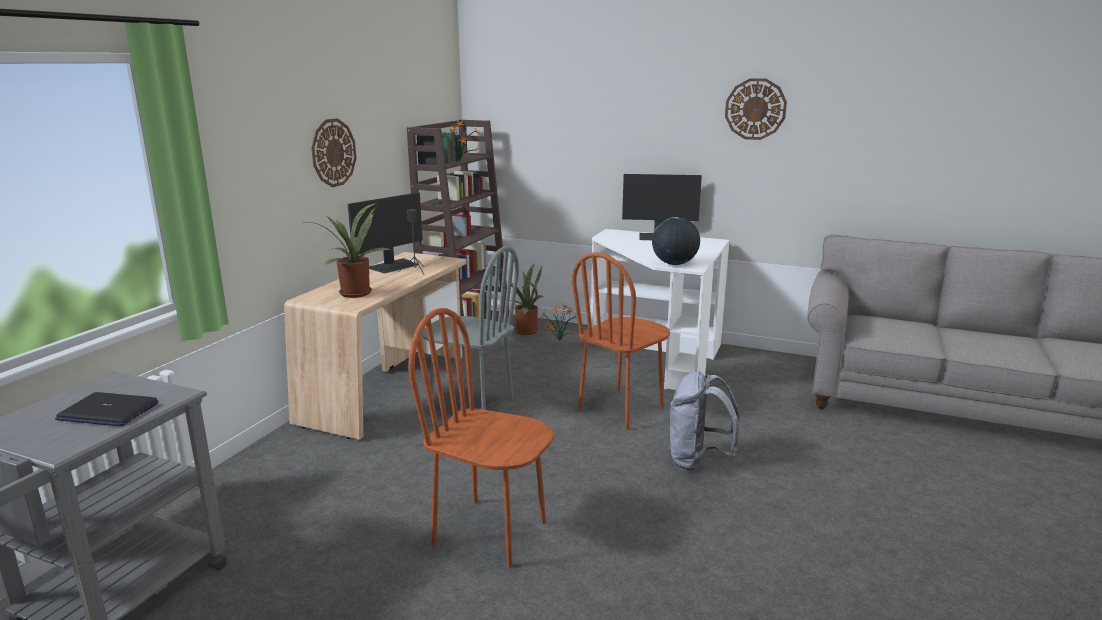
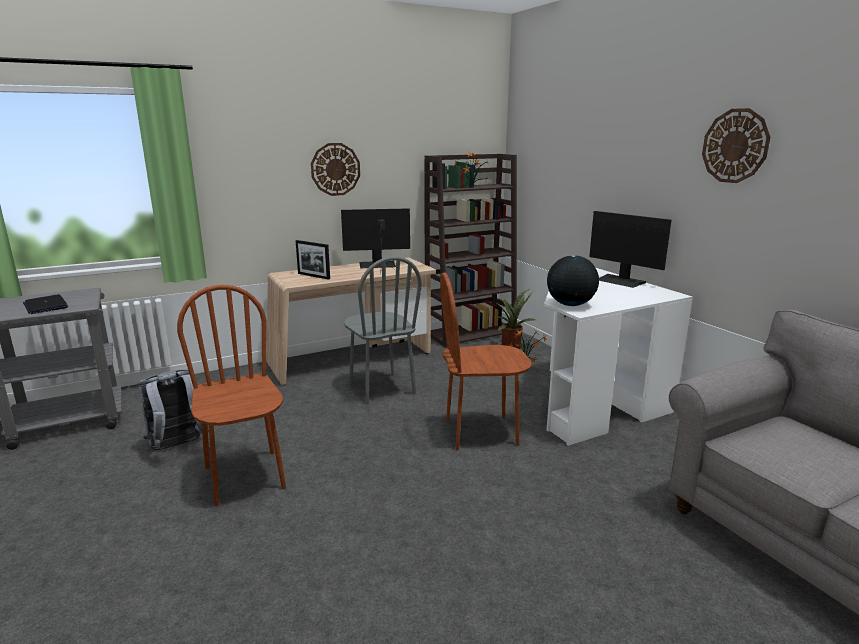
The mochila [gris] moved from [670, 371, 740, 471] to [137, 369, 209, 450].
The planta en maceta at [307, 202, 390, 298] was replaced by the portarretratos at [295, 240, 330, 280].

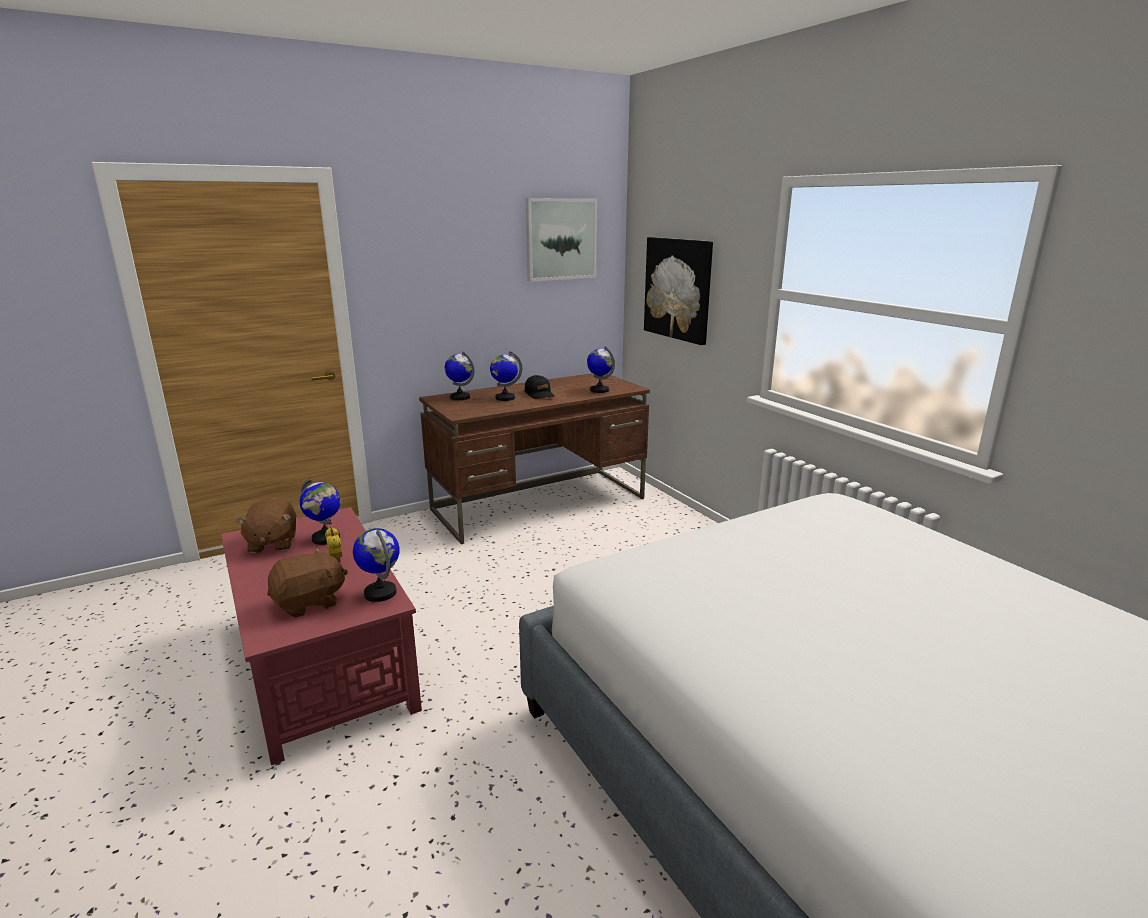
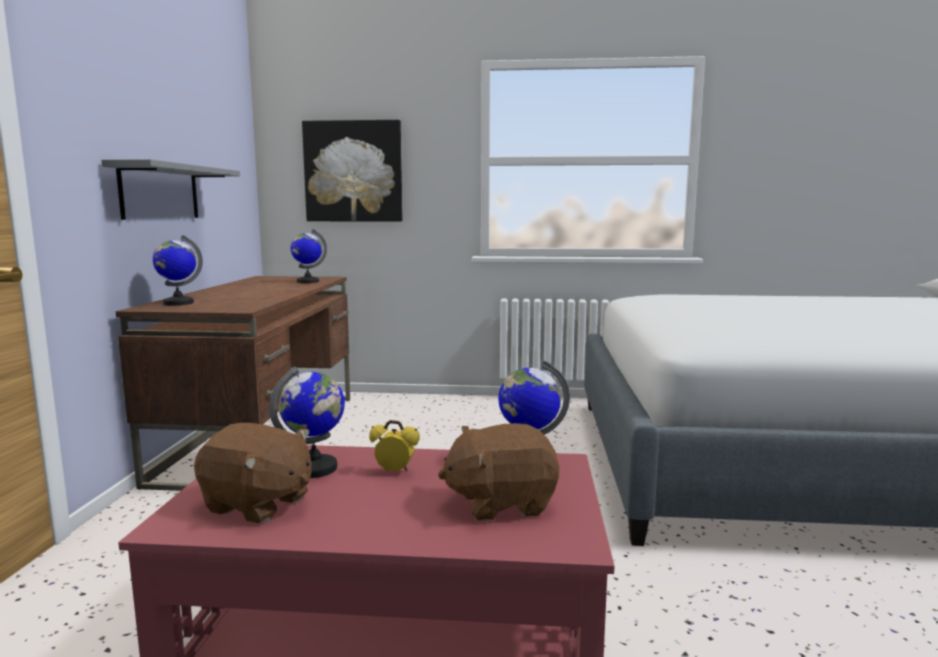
The estante [gris] at [101, 159, 240, 220] appeared.
The peluche [marrón] at [267, 548, 348, 617] turned 105 degrees counterclockwise.
The globo terráqueo at [490, 351, 522, 401] disappeared.
The gorra [negro] at [524, 375, 554, 399] disappeared.
The cuadro at [526, 198, 597, 282] disappeared.

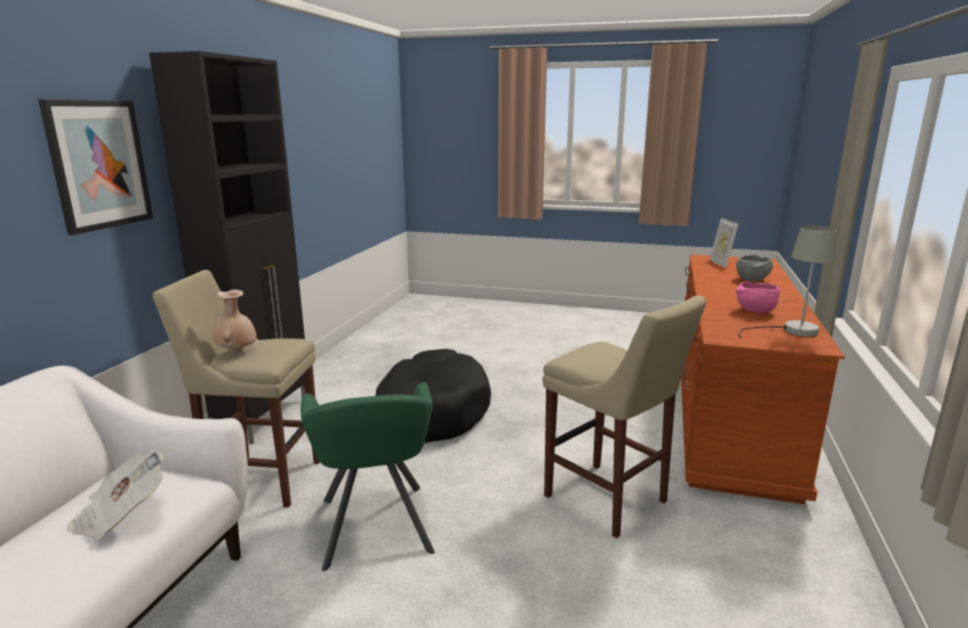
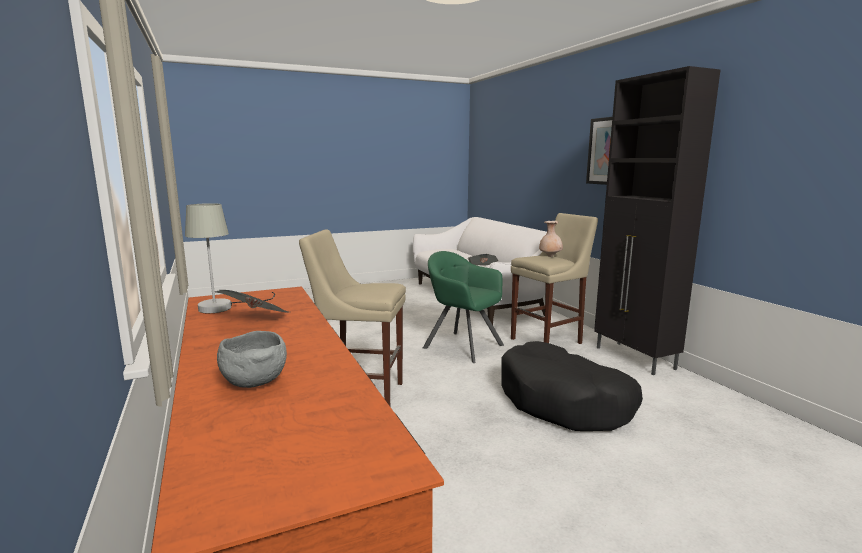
The cuenco [rosa] at [735, 281, 781, 313] was replaced by the periódico at [214, 290, 288, 313].
The portarretratos at [709, 218, 739, 268] disappeared.

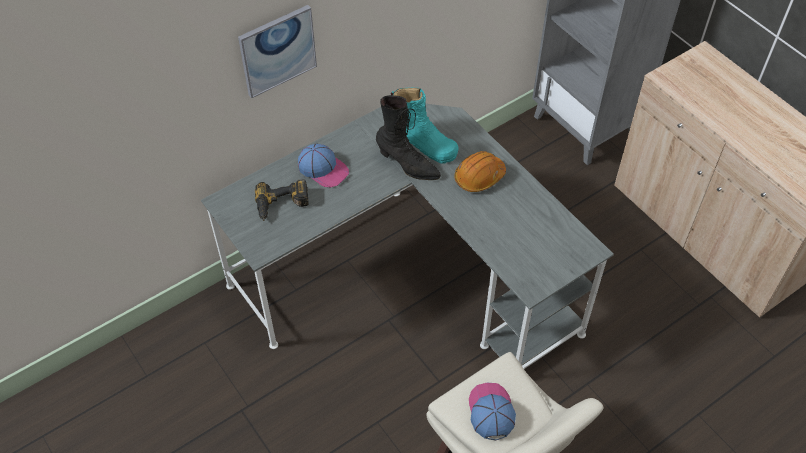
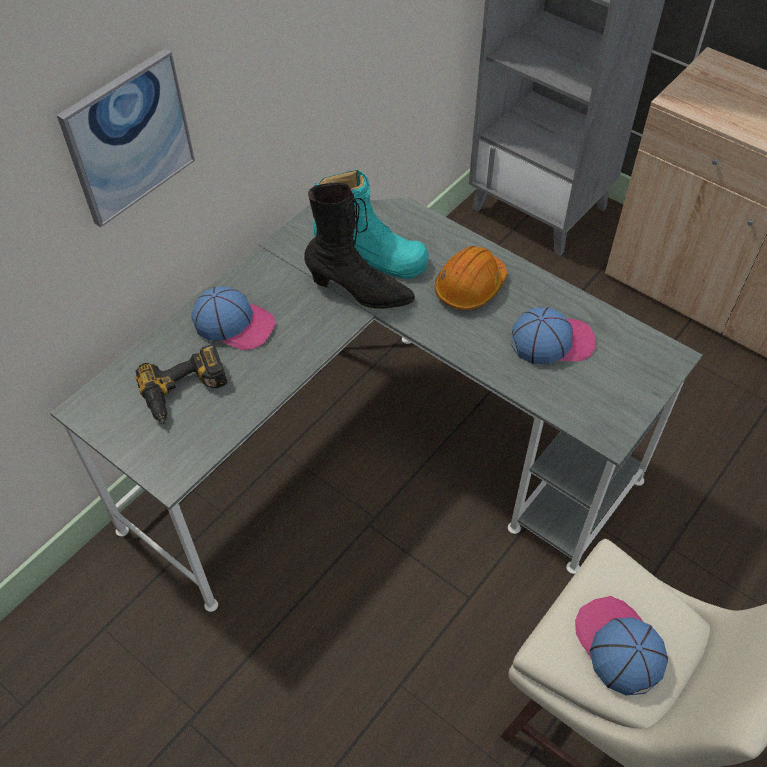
The gorra at [511, 307, 596, 364] appeared.

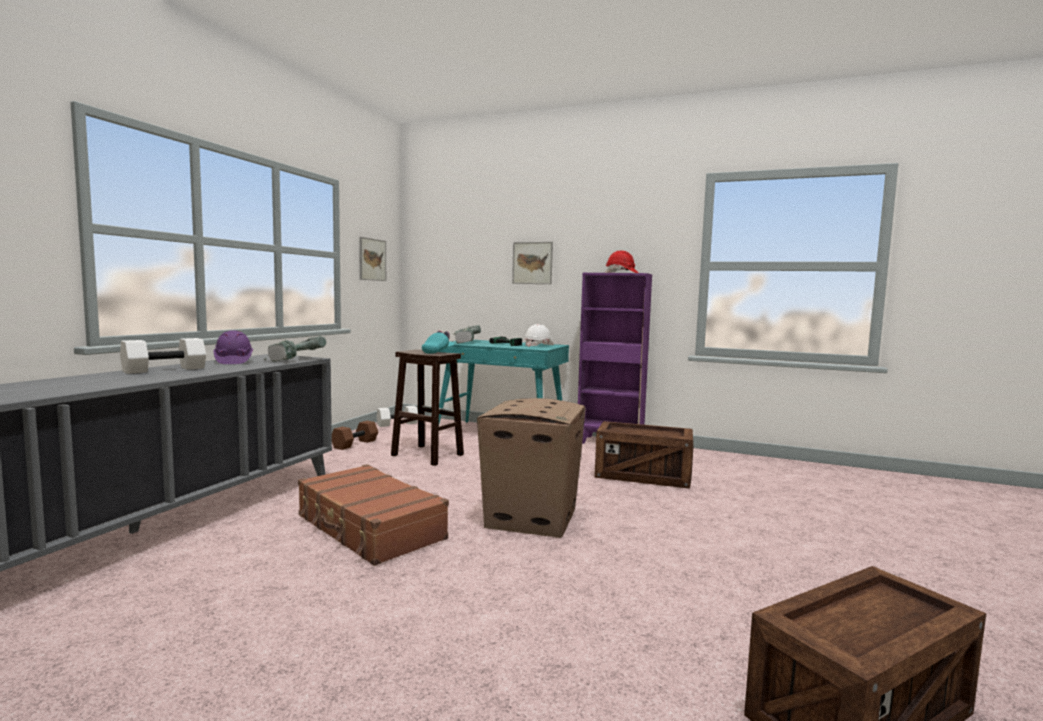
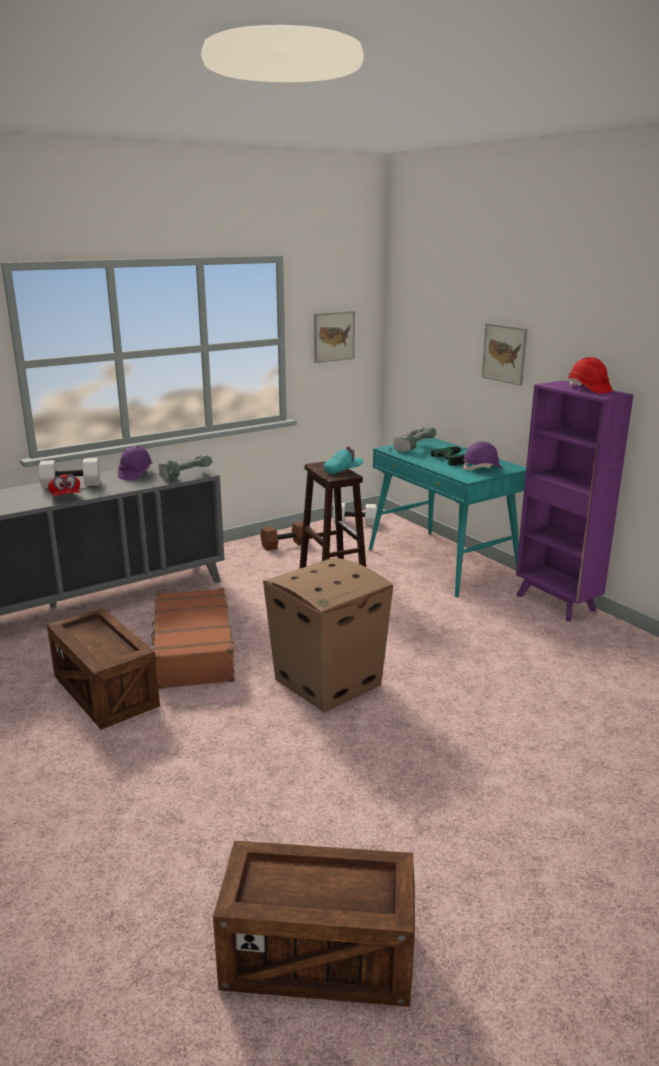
The caja de embalaje moved from [595, 421, 693, 489] to [47, 608, 160, 730].
The gorra [rojo] at [48, 474, 81, 496] appeared.
The casco [blanco] at [524, 324, 554, 347] became the casco [morado] at [463, 441, 503, 470].

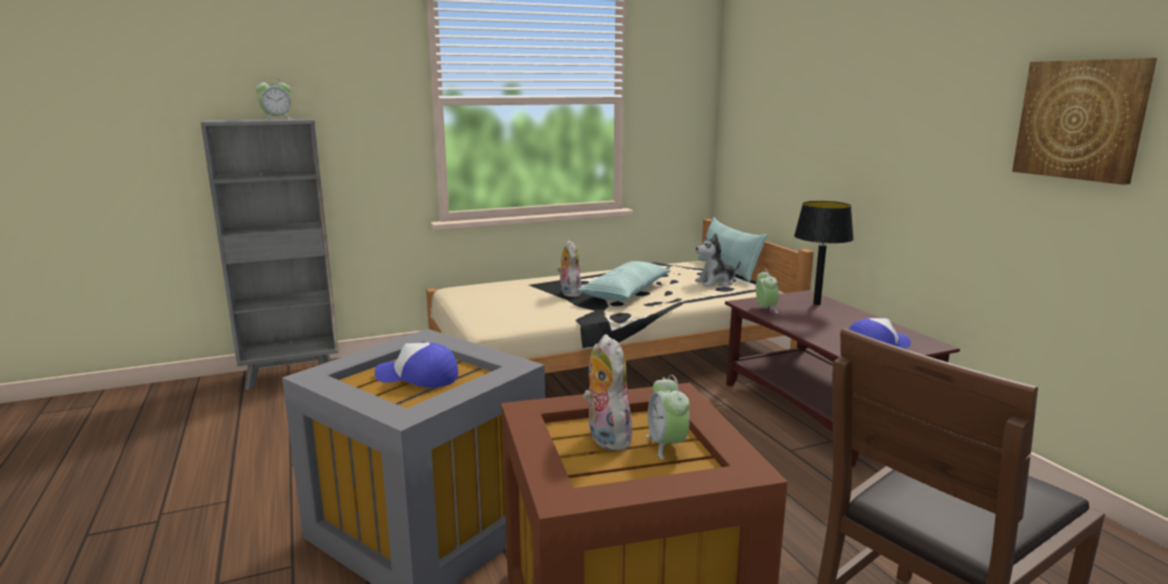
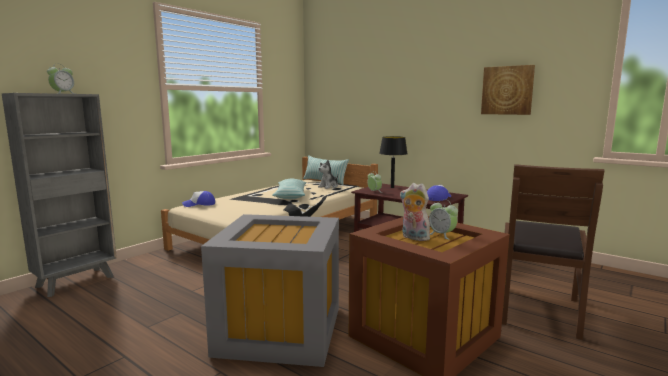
The gorra moved from [375, 342, 458, 388] to [182, 191, 215, 207].
The peluche at [557, 240, 582, 297] disappeared.

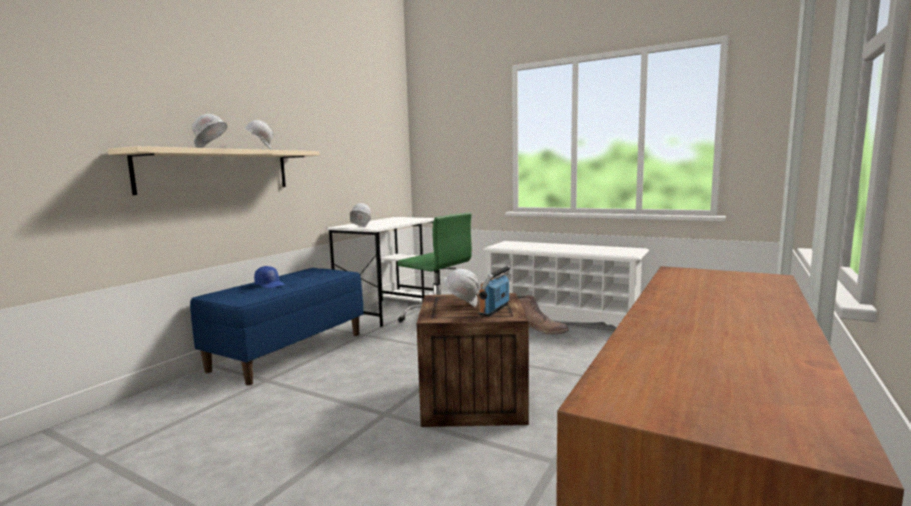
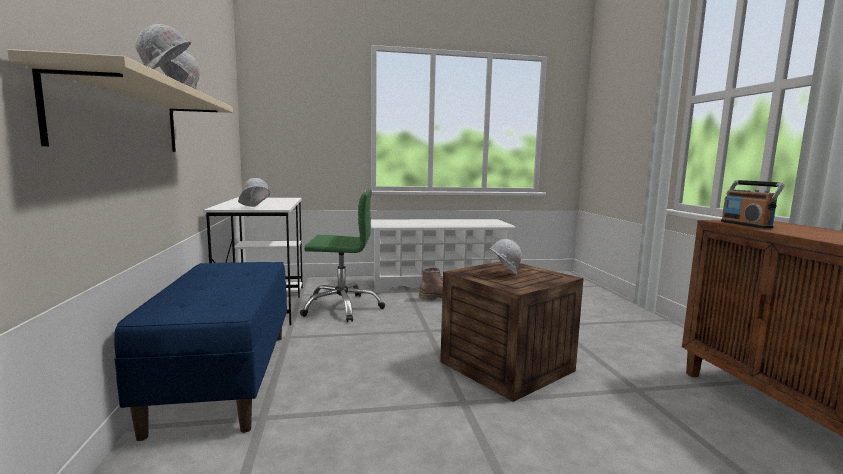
The radio moved from [479, 266, 511, 316] to [721, 180, 785, 229].
The gorra [azul] at [254, 266, 285, 289] disappeared.

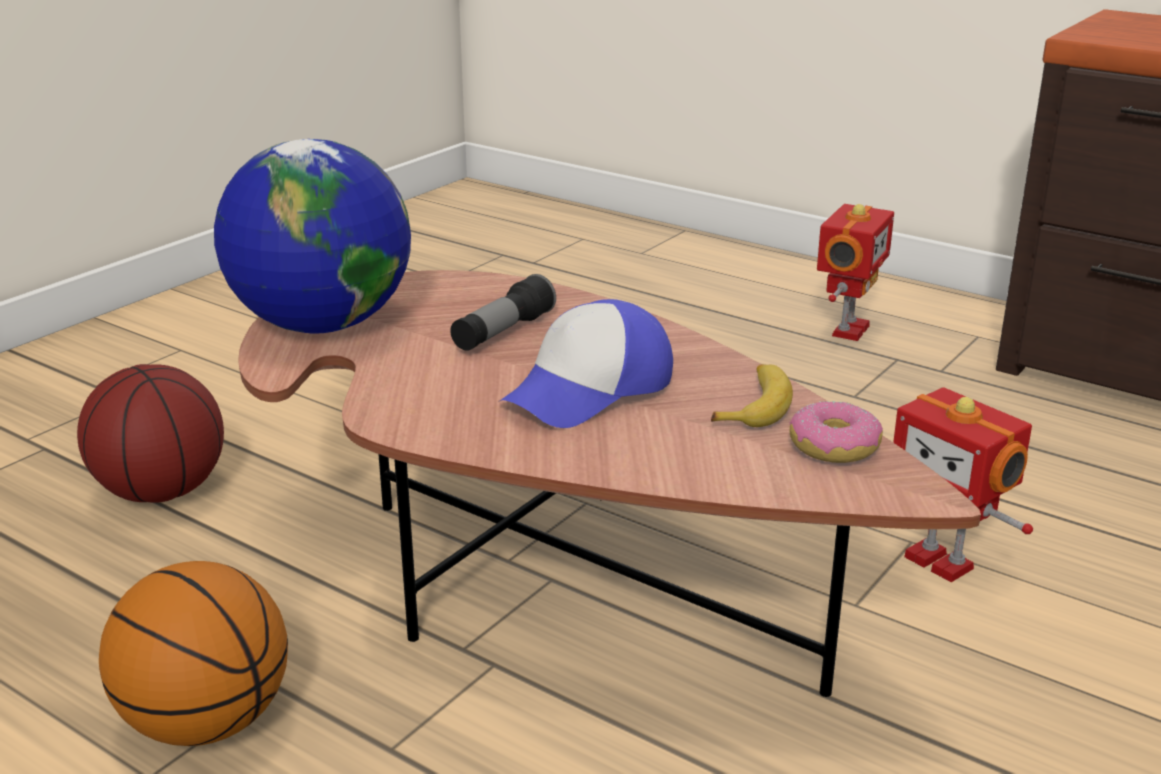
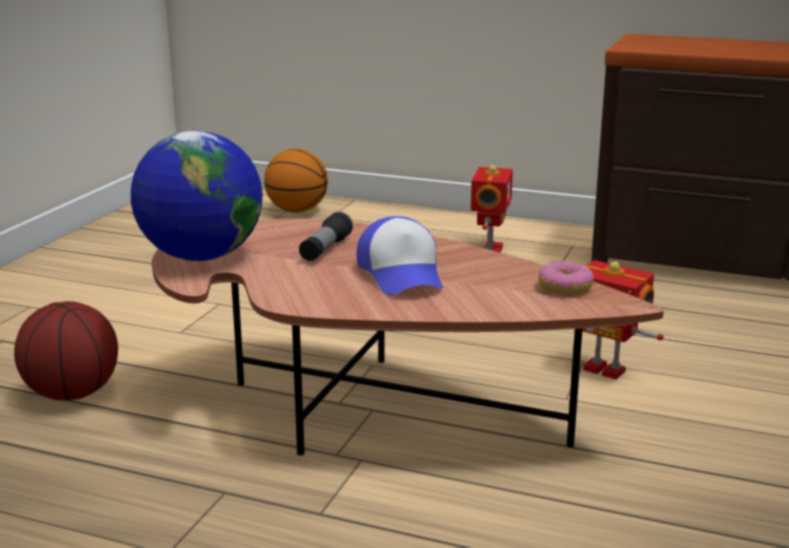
The balón de baloncesto moved from [99, 561, 288, 746] to [264, 149, 328, 213].
The gorra at [498, 299, 673, 428] turned 45 degrees counterclockwise.
The plátano at [711, 364, 793, 427] disappeared.

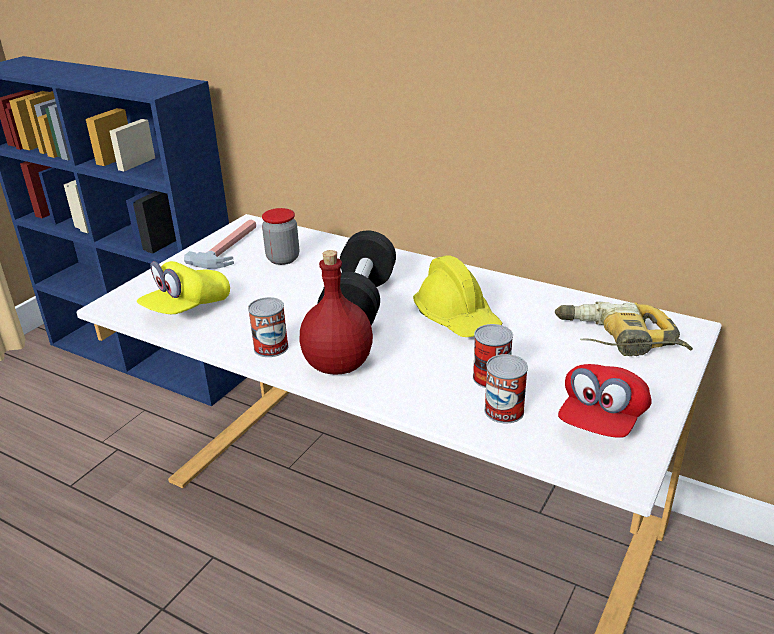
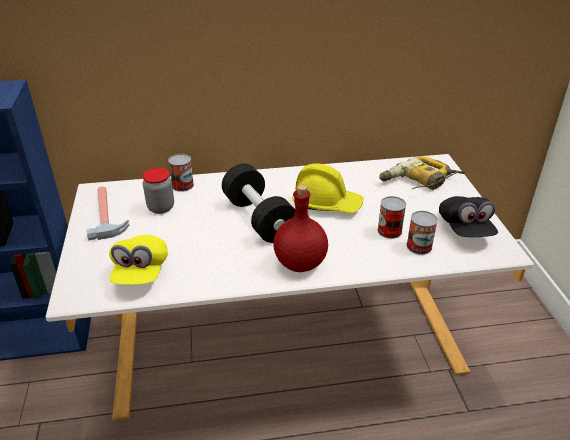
The lata moved from [248, 297, 289, 357] to [168, 154, 194, 192].
The gorra [rojo] at [558, 364, 652, 438] became the gorra [negro] at [439, 196, 498, 237].

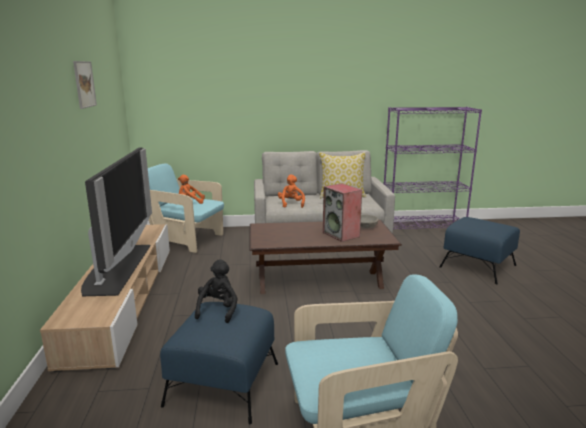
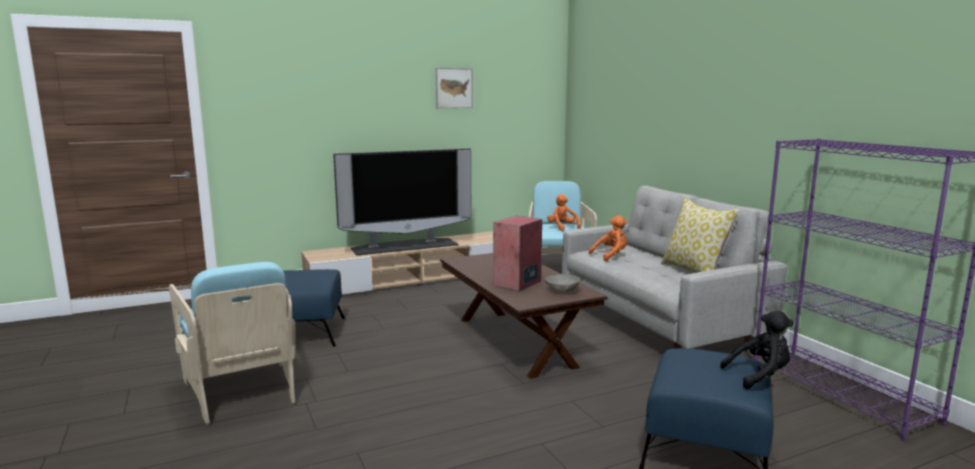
The peluche [negro] moved from [195, 259, 238, 323] to [720, 310, 794, 389].

